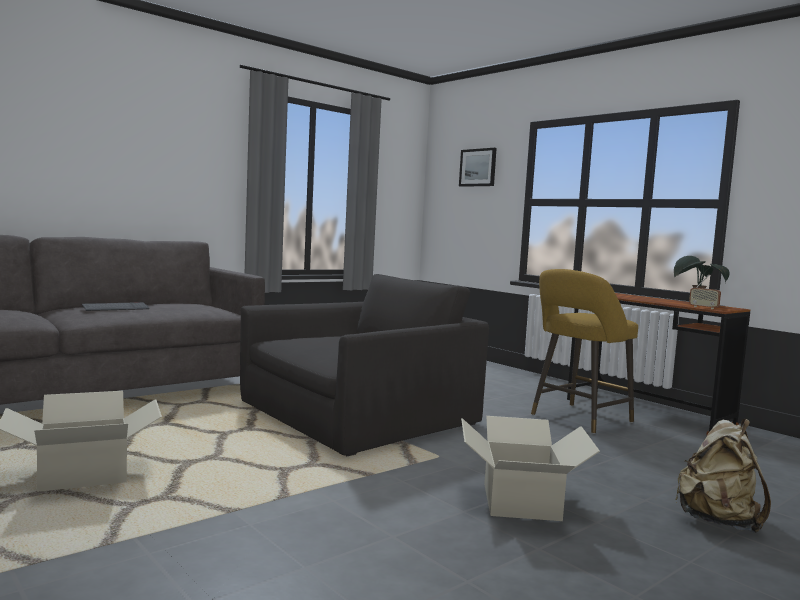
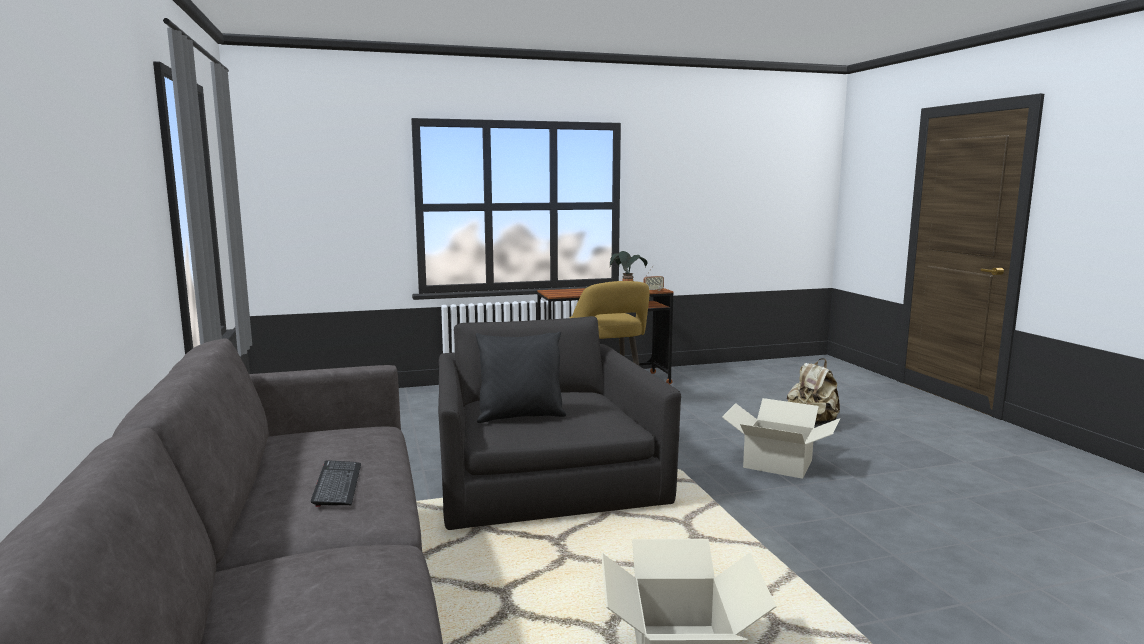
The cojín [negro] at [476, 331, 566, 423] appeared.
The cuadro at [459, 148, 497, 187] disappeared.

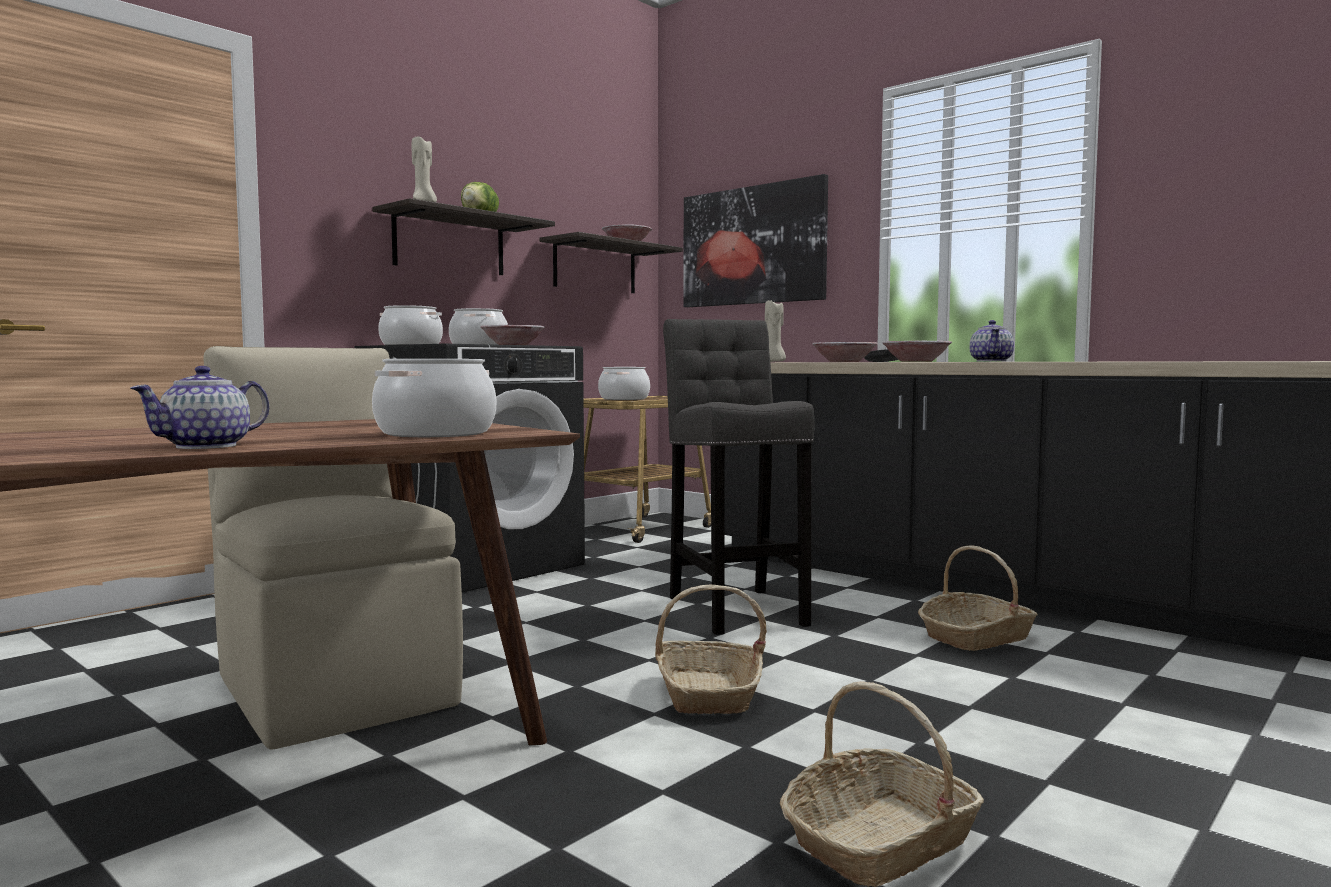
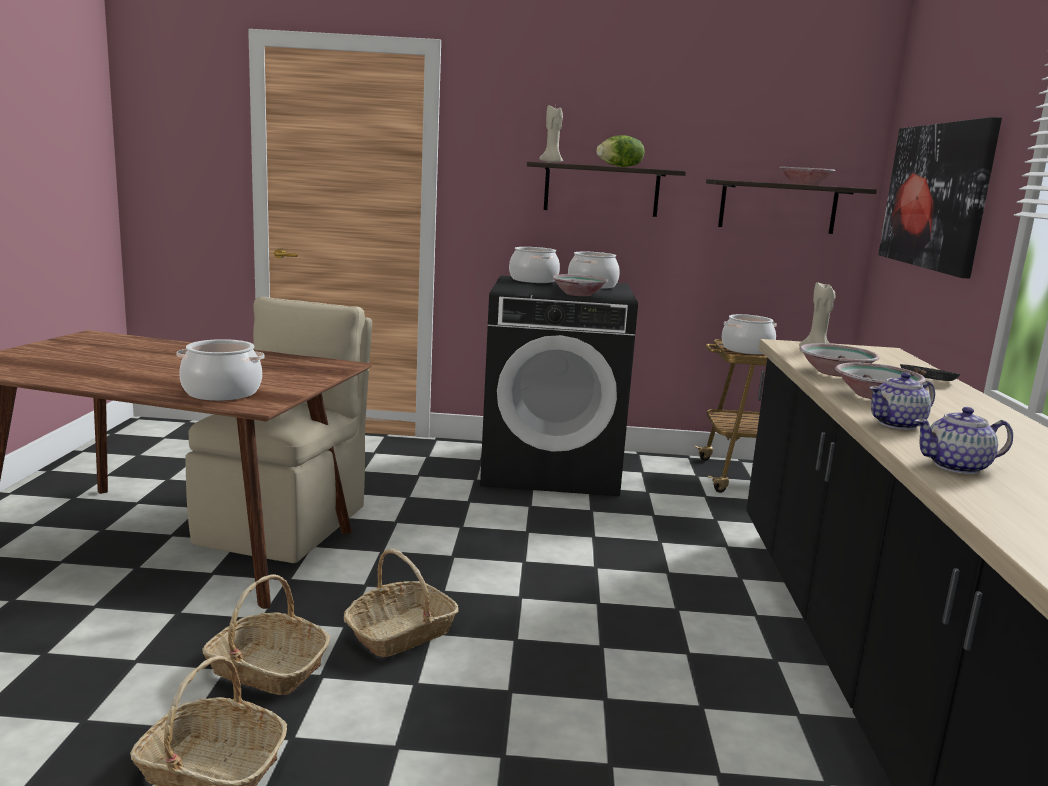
The cesta moved from [918, 546, 1038, 651] to [202, 574, 330, 695].
The tetera moved from [130, 366, 269, 449] to [914, 407, 1013, 474].
The taburete [gris] at [663, 319, 815, 635] disappeared.

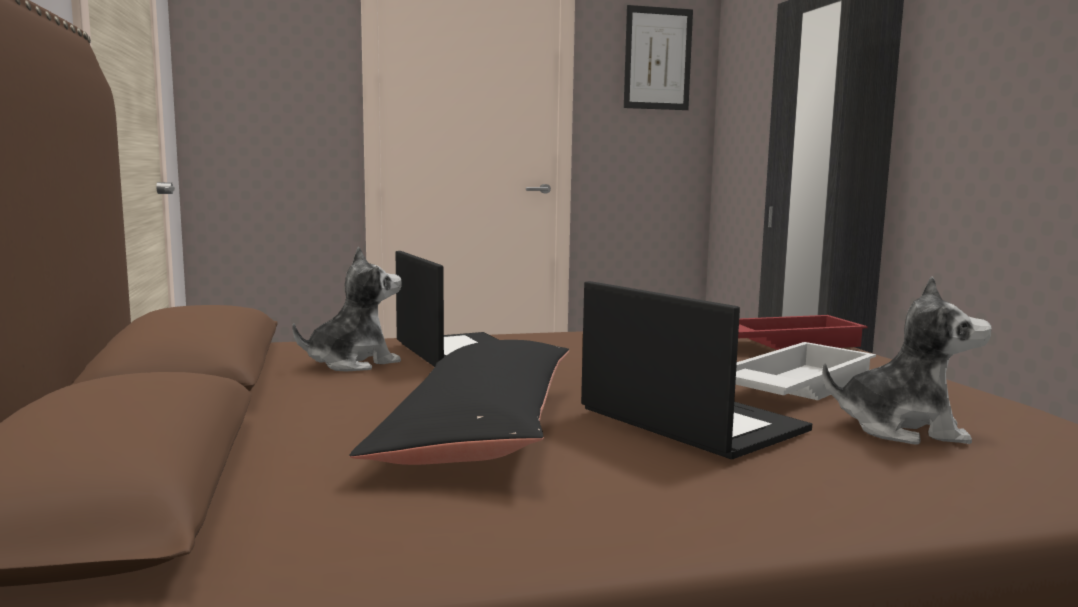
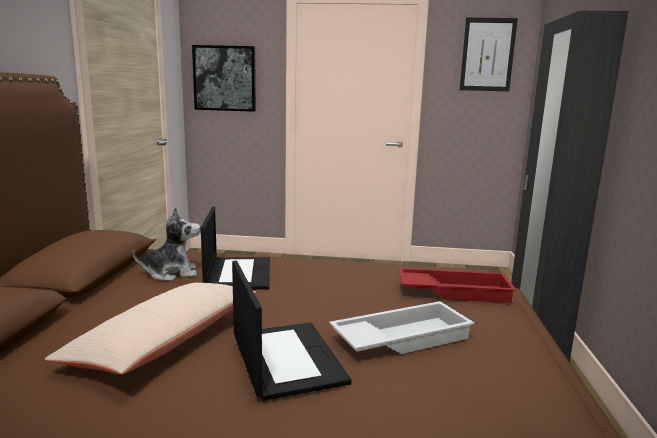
The cojín [negro] at [349, 340, 569, 465] became the cojín [beis] at [45, 283, 256, 374].
The cuadro at [192, 45, 256, 112] appeared.
The peluche at [822, 276, 992, 445] disappeared.

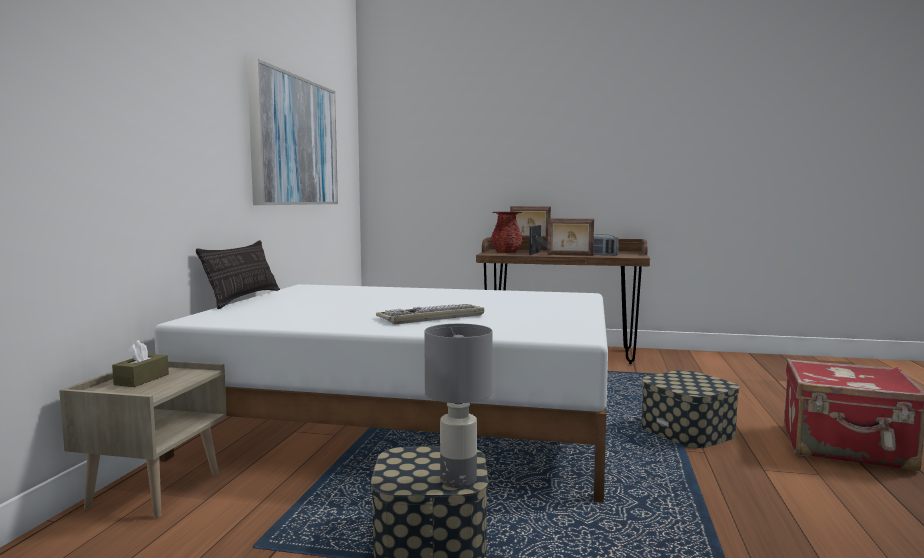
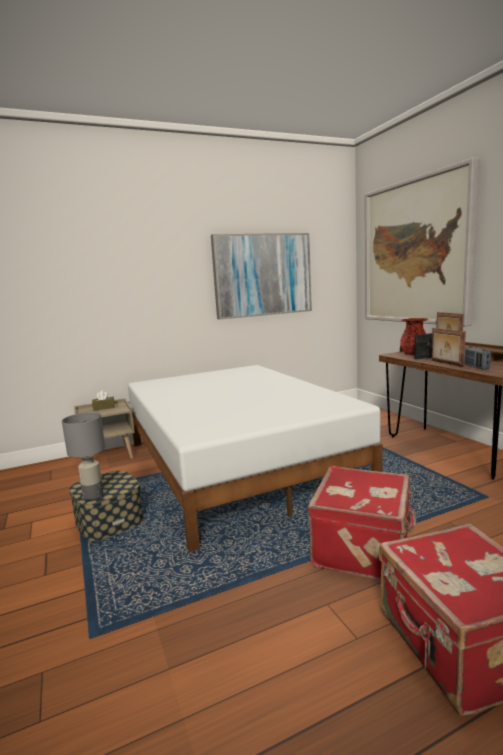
The caja de almacenaje at [642, 370, 740, 448] was replaced by the maleta [rojo] at [308, 466, 416, 580].
The cuadro at [365, 157, 480, 326] appeared.
The cojín at [196, 240, 280, 309] disappeared.
The teclado at [376, 304, 484, 324] disappeared.

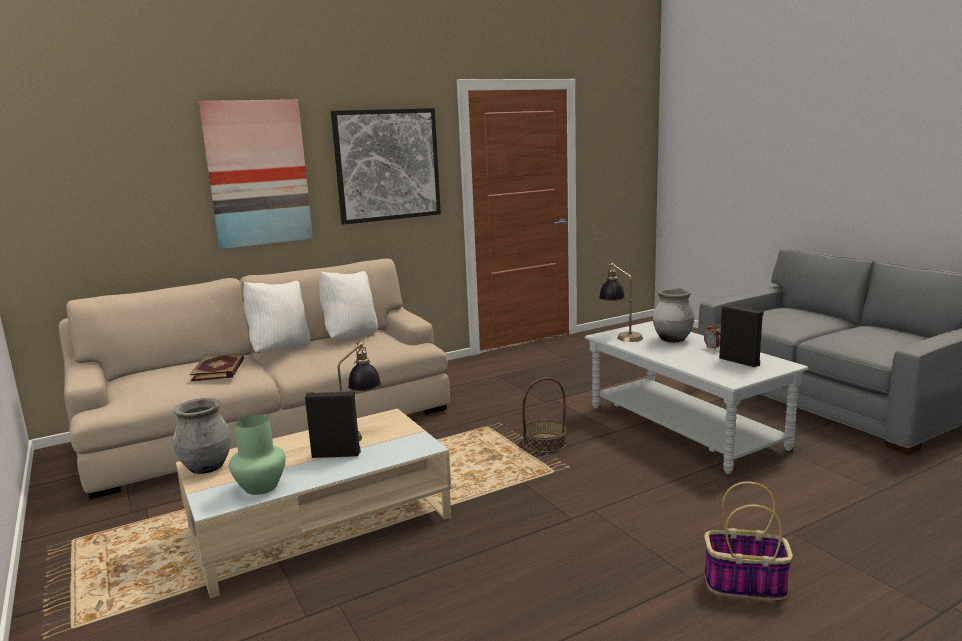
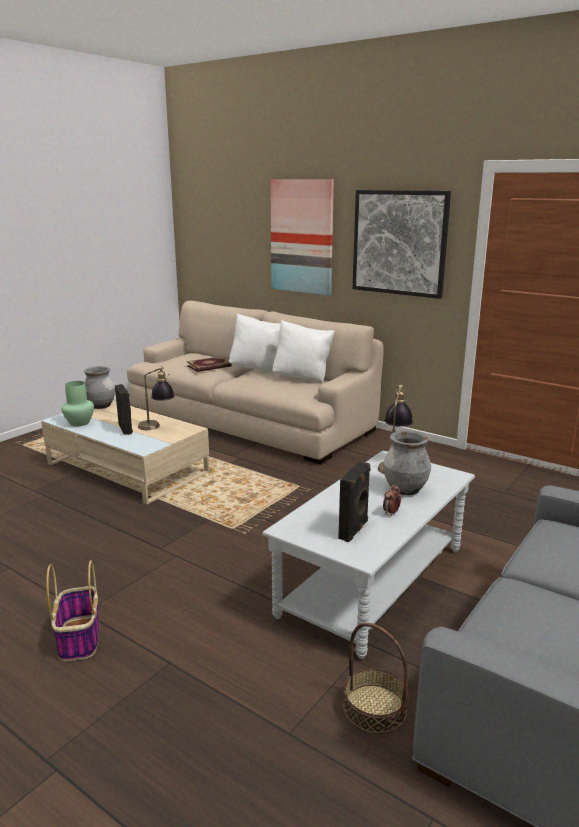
The cesta moved from [522, 377, 567, 453] to [343, 623, 409, 734].

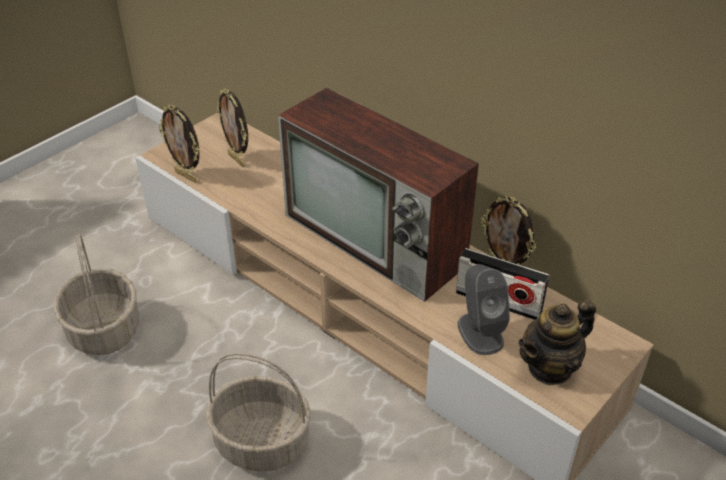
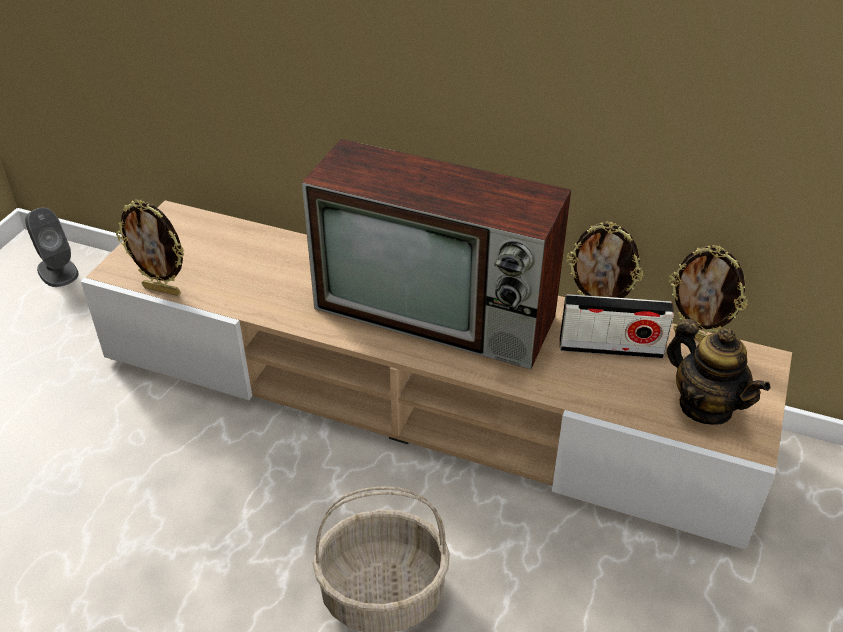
The altavoz [gris] moved from [458, 264, 510, 355] to [25, 208, 79, 287].
The tetera at [518, 300, 596, 385] turned 75 degrees counterclockwise.
The portarretratos moved from [216, 89, 248, 167] to [669, 245, 748, 342].
The cesta at [54, 234, 139, 355] disappeared.

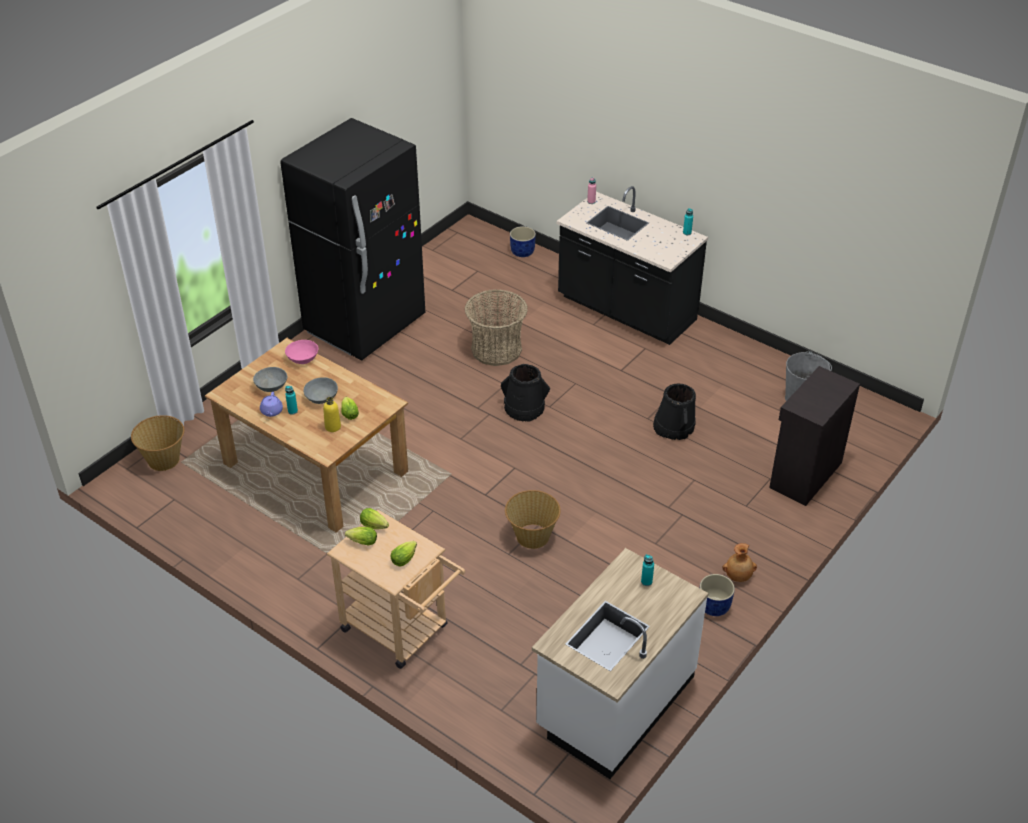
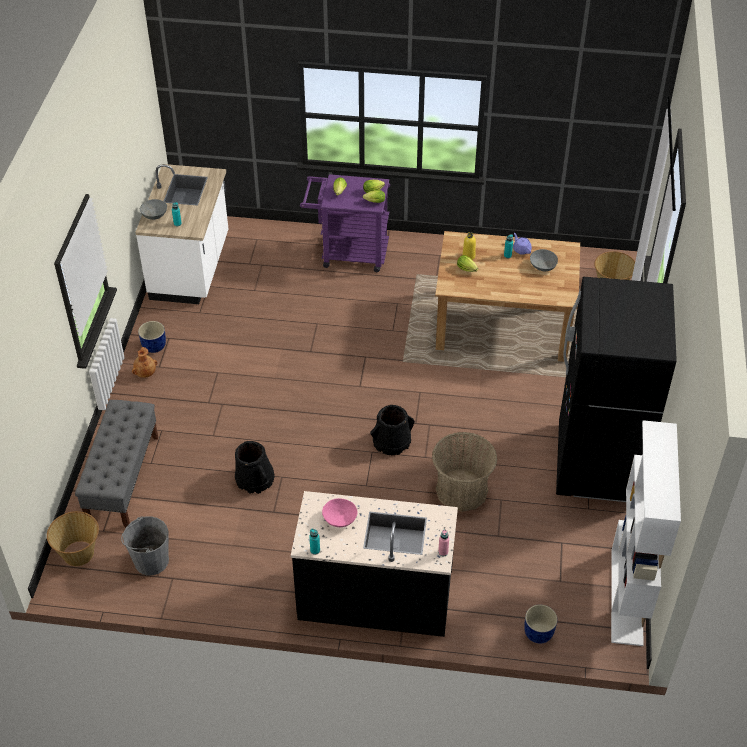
The cesta moved from [505, 490, 561, 549] to [47, 511, 99, 566].
The armario [negro] at [769, 366, 860, 506] was replaced by the banco [gris] at [75, 400, 158, 528].
The cuenco [gris] moved from [304, 377, 338, 404] to [140, 199, 167, 220].
The carrito [beis] at [327, 510, 465, 669] became the carrito [morado] at [300, 174, 390, 272].
The cuenco [rosa] moved from [285, 340, 318, 364] to [322, 498, 357, 527].
The estantería [blanco] at [611, 420, 681, 646] appeared.

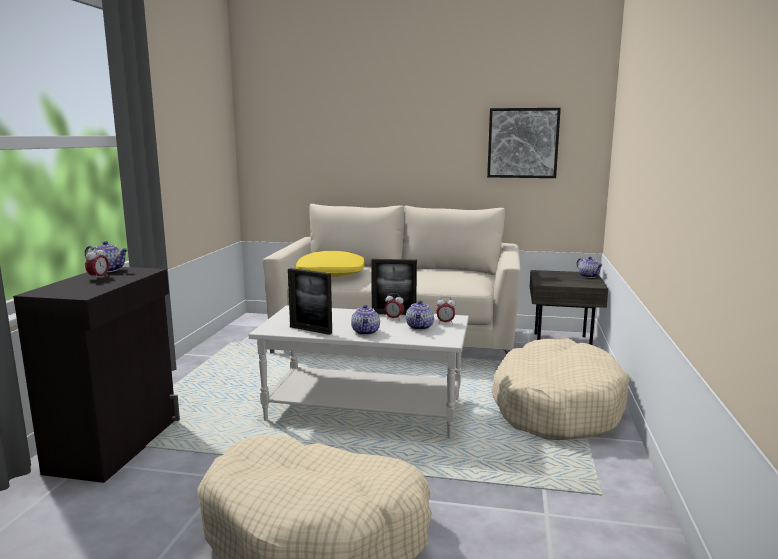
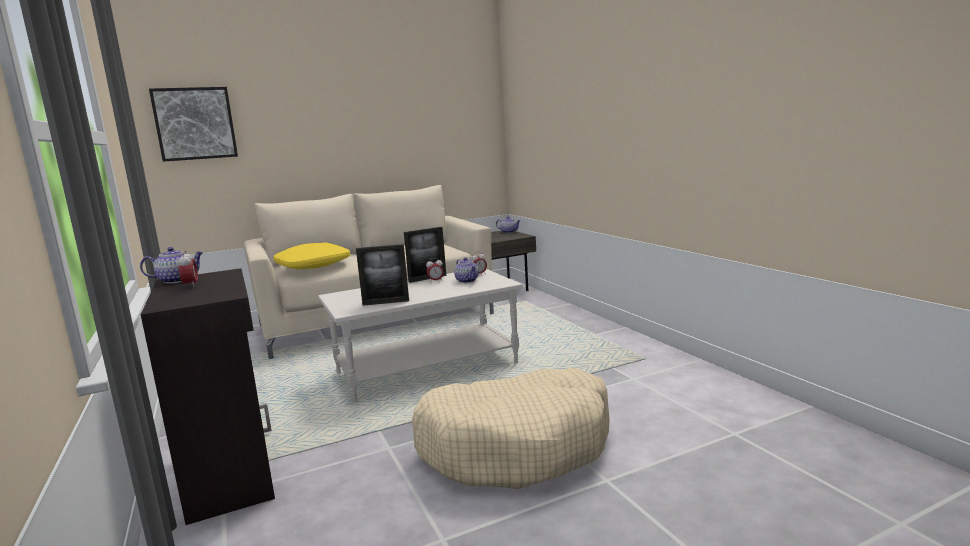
The cuadro moved from [487, 108, 561, 178] to [149, 87, 238, 162].
The tetera at [351, 305, 380, 335] disappeared.
The cama para perro [beis] at [491, 338, 630, 440] disappeared.

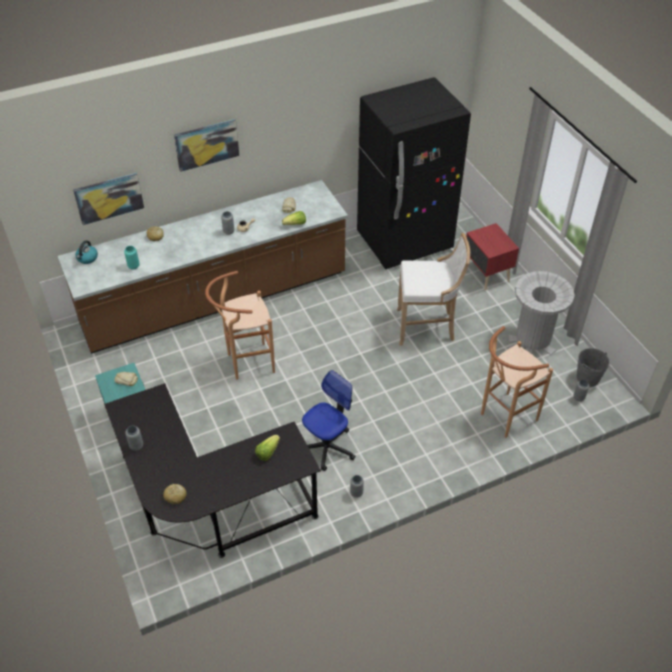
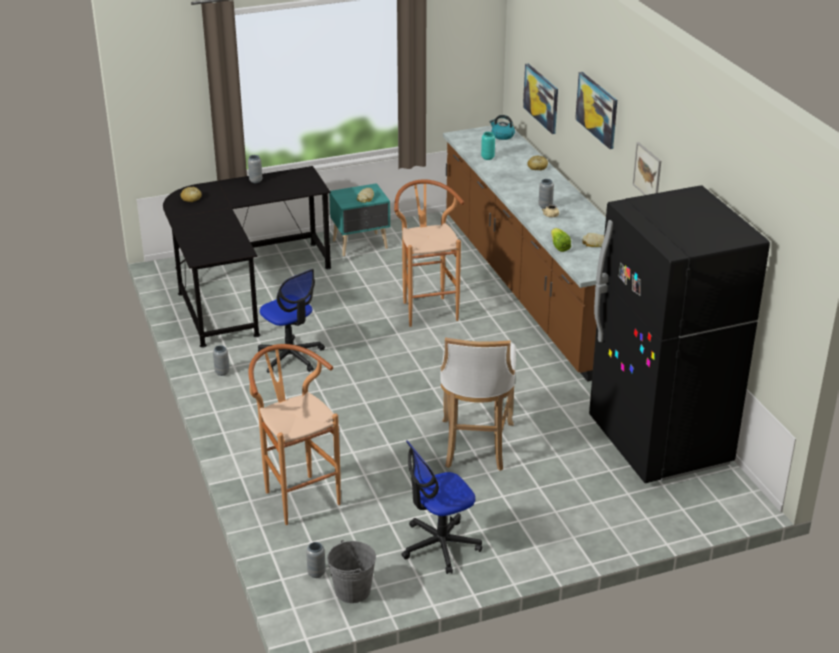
The papelera [gris] at [509, 271, 575, 356] was replaced by the silla de oficina at [402, 441, 482, 574].
The cuadro at [633, 142, 661, 195] appeared.
The lechuga at [255, 435, 280, 461] disappeared.
The mesita de noche [rojo] at [466, 223, 519, 290] disappeared.

